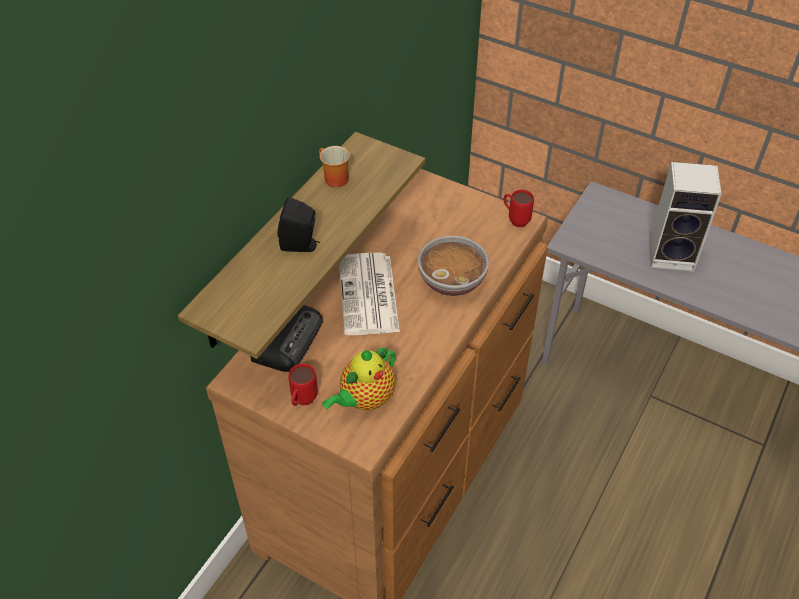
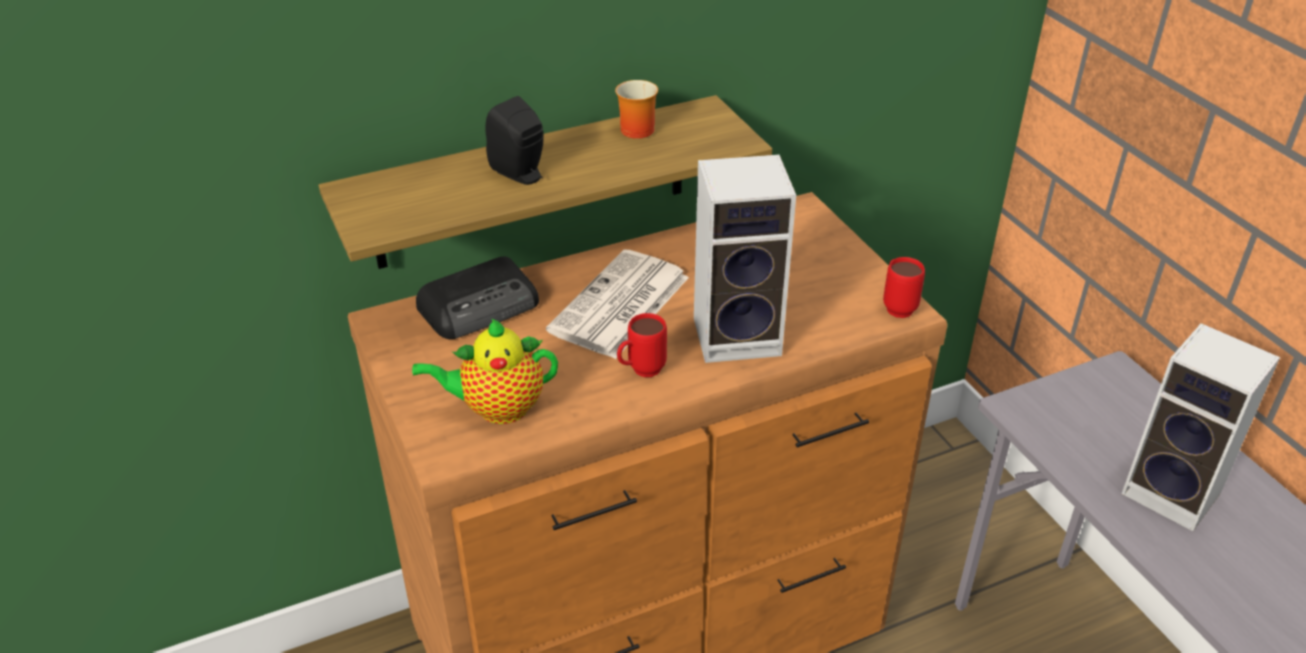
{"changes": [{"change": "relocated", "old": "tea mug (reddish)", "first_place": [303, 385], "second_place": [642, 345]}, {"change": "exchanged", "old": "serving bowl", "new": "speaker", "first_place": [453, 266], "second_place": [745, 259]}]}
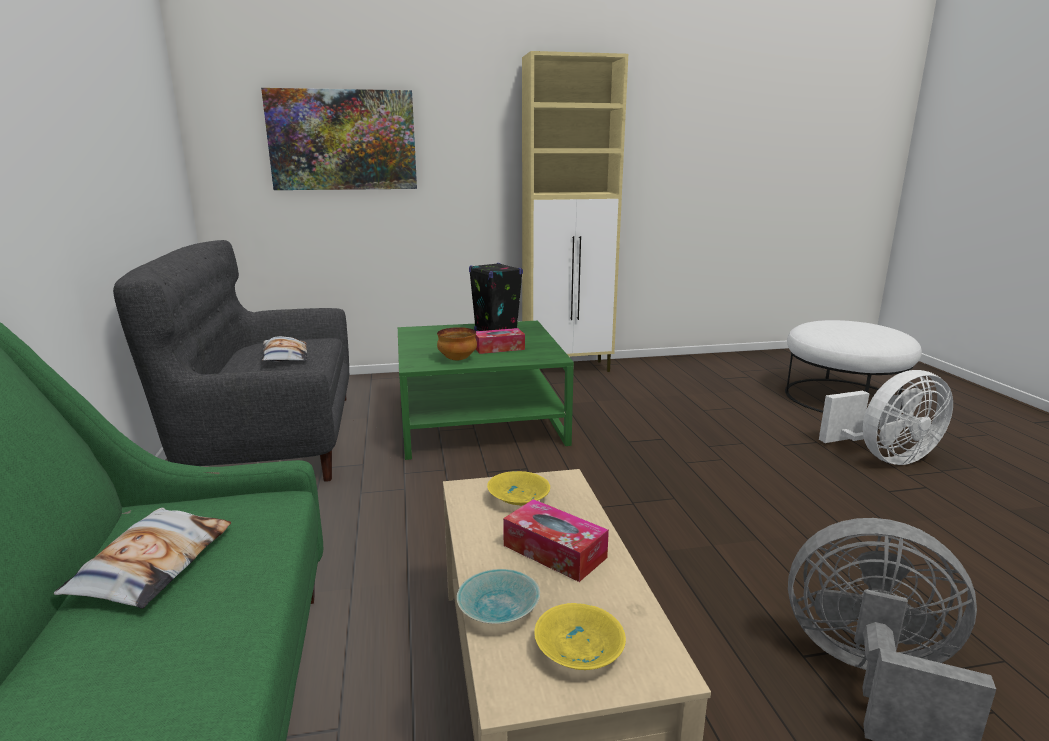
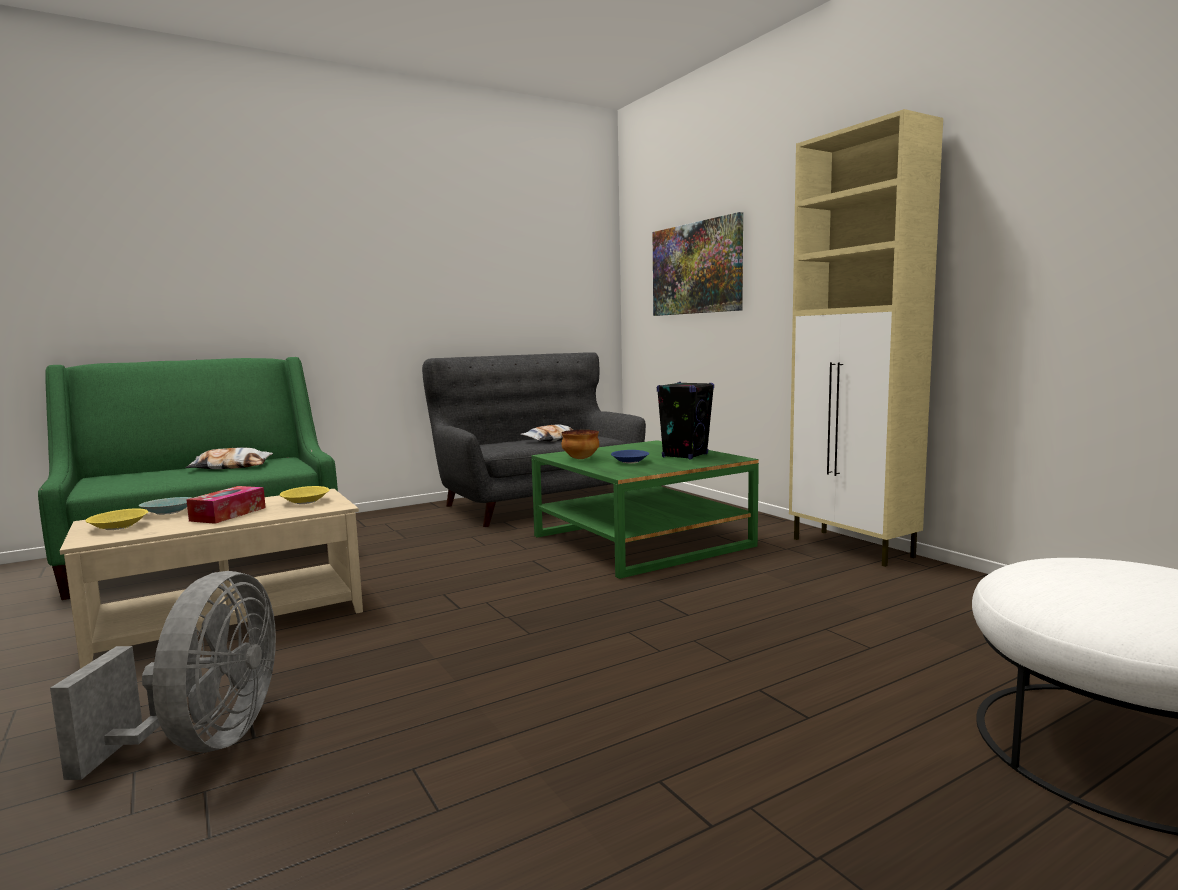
{"changes": [{"change": "exchanged", "old": "box of tissues", "new": "serving bowl (bluish)", "first_place": [500, 341], "second_place": [630, 457]}, {"change": "missing", "old": "cooling fan (white)", "first_place": [886, 417]}]}
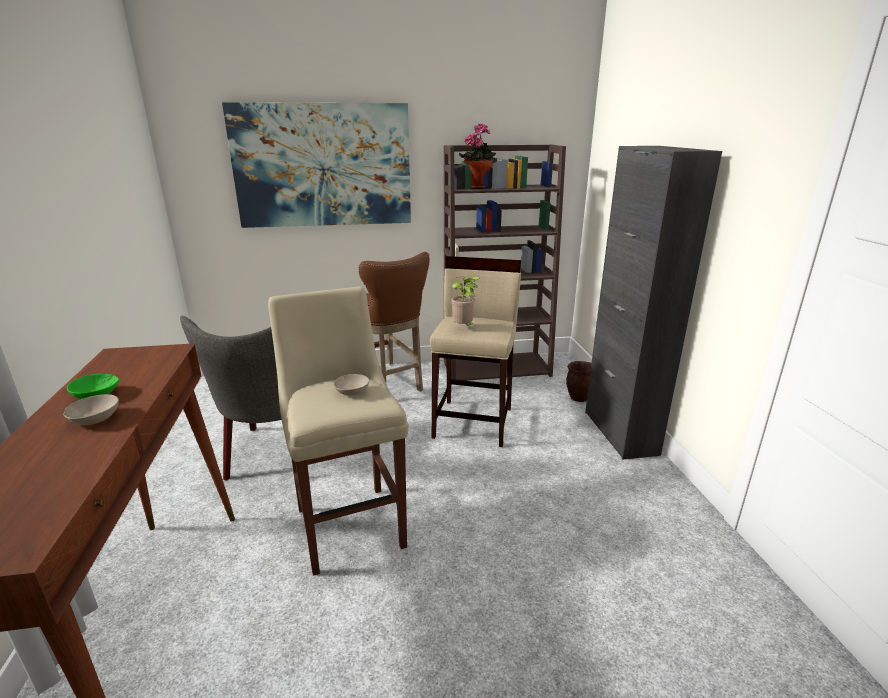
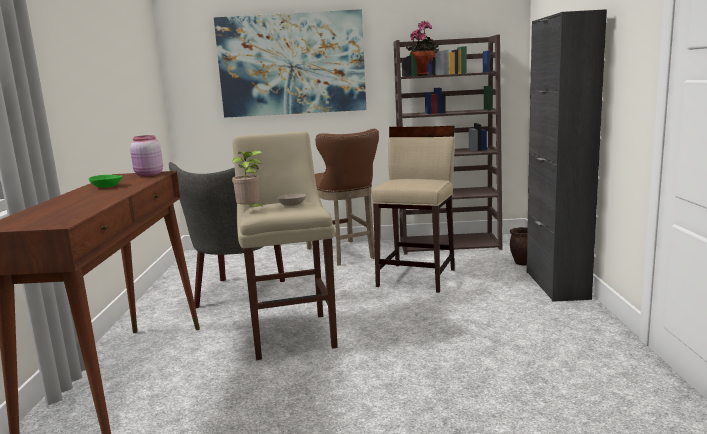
{"changes": [{"change": "missing", "old": "serving bowl (sand-coloured)", "first_place": [91, 409]}, {"change": "relocated", "old": "potted plant", "first_place": [465, 300], "second_place": [247, 179]}, {"change": "appeared", "new": "storage jar (pink-coloured)", "second_place": [146, 156]}]}
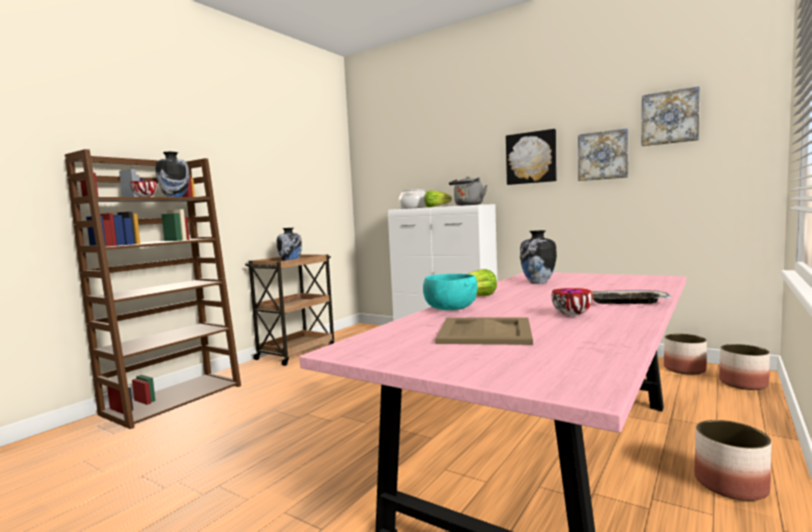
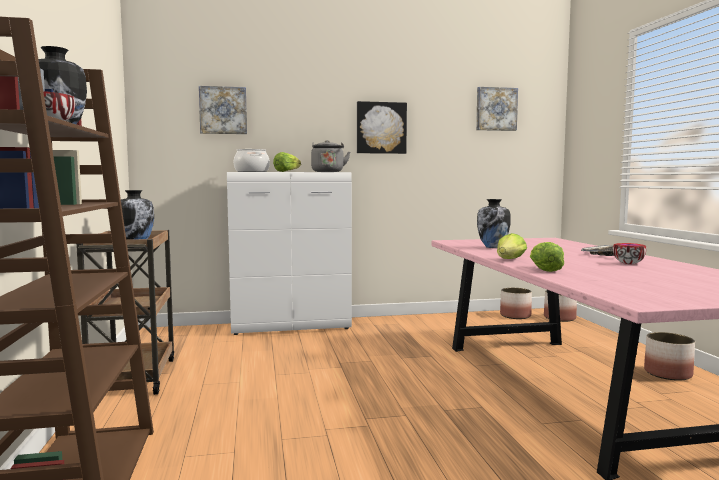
{"changes": [{"change": "exchanged", "old": "serving bowl (blue-green)", "new": "lettuce head", "first_place": [450, 292], "second_place": [547, 257]}, {"change": "missing", "old": "serving tray (sand-coloured)", "first_place": [484, 331]}, {"change": "relocated", "old": "picture", "first_place": [603, 154], "second_place": [223, 110]}]}
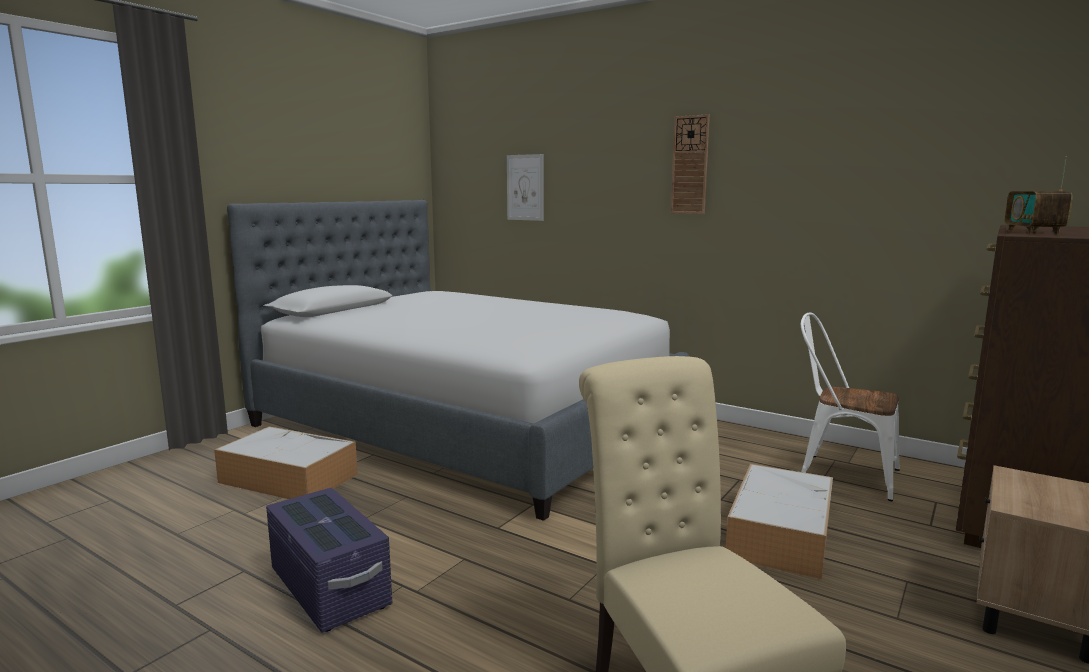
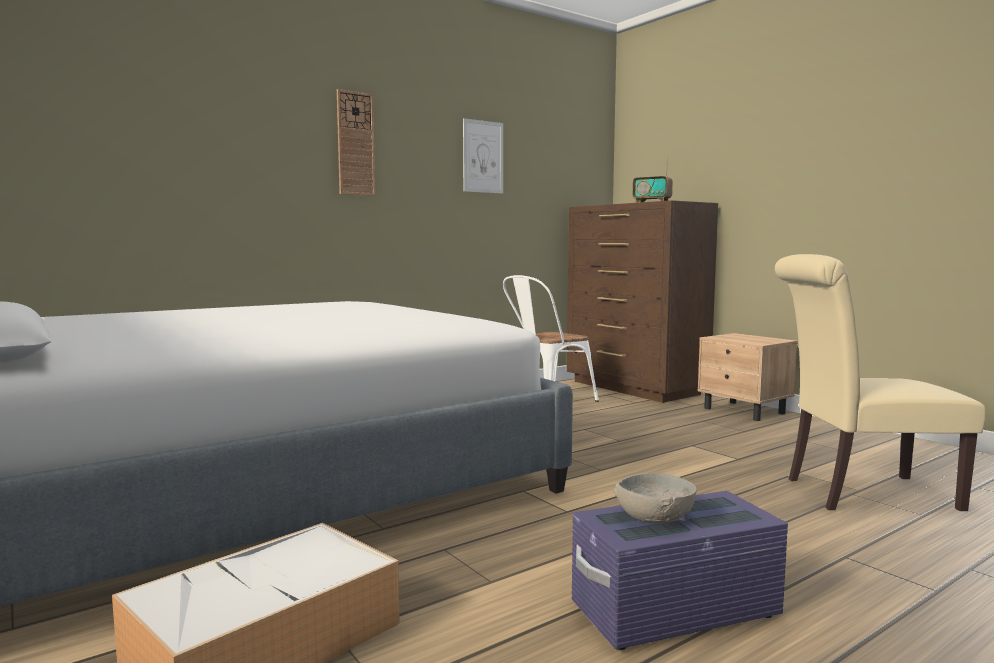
{"changes": [{"change": "relocated", "old": "picture", "first_place": [525, 187], "second_place": [483, 156]}, {"change": "missing", "old": "storage bin", "first_place": [779, 521]}, {"change": "appeared", "new": "serving bowl (gray)", "second_place": [655, 498]}]}
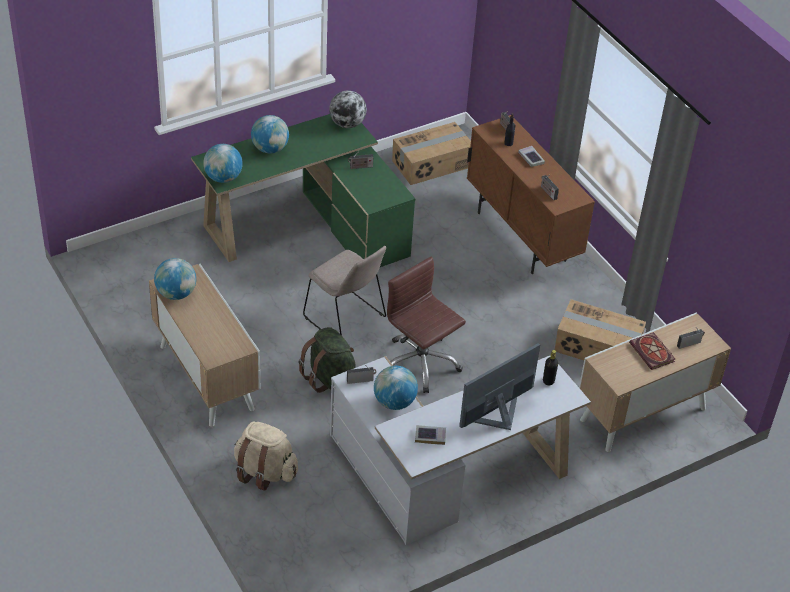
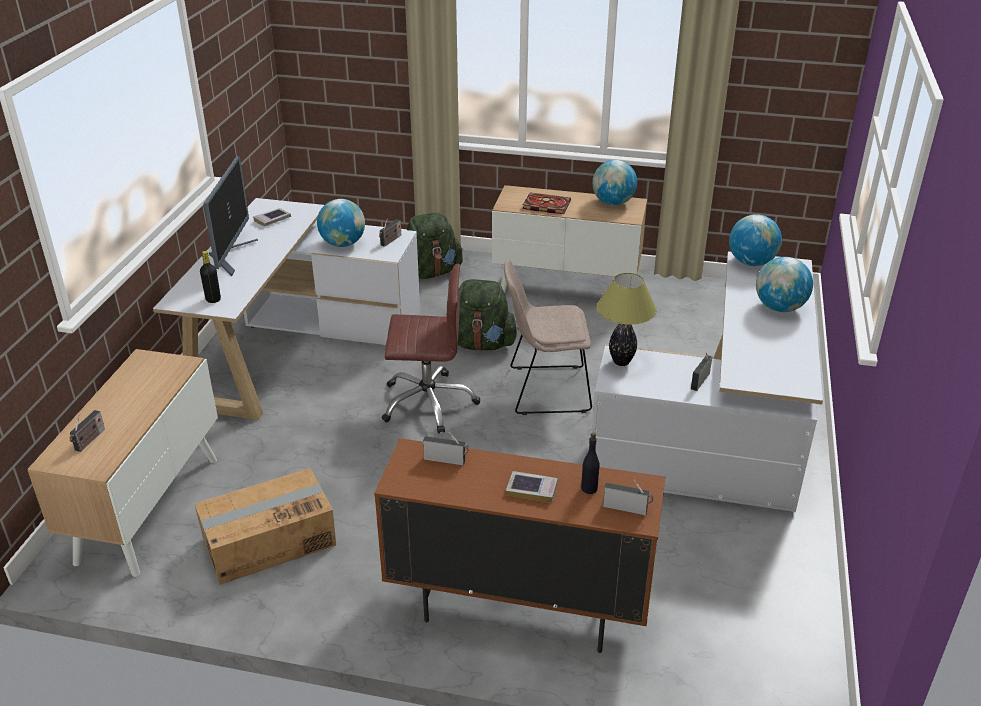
{"changes": [{"change": "colour", "old": "desk (green)", "new": "desk (white)", "first_place": [303, 190], "second_place": [707, 381]}, {"change": "colour", "old": "rucksack (sand-coloured)", "new": "rucksack (green)", "first_place": [266, 456], "second_place": [435, 246]}, {"change": "missing", "old": "world globe", "first_place": [348, 109]}, {"change": "missing", "old": "packing box", "first_place": [431, 153]}, {"change": "relocated", "old": "volume", "first_place": [652, 351], "second_place": [546, 203]}, {"change": "appeared", "new": "lamp for a table", "second_place": [627, 319]}]}
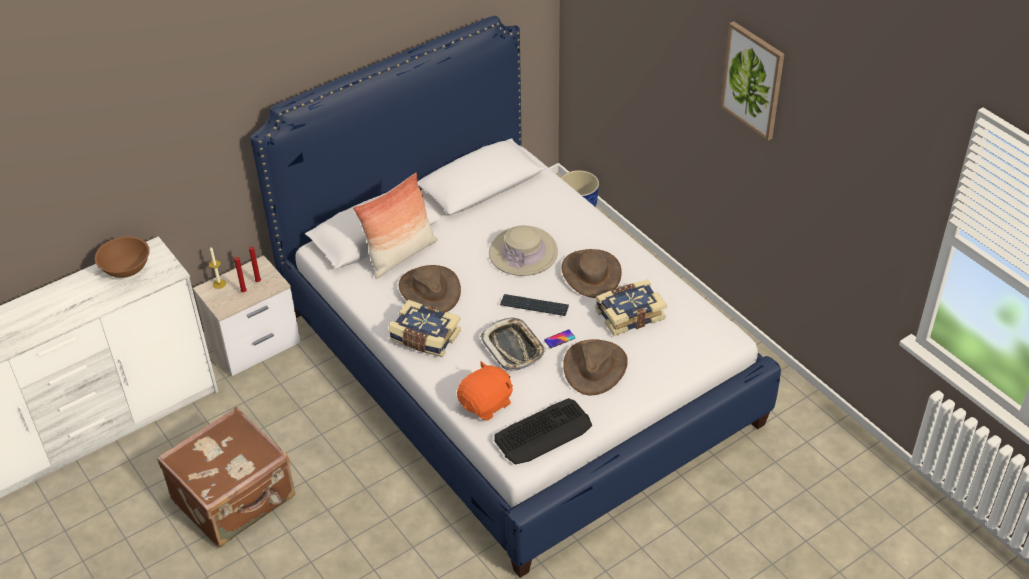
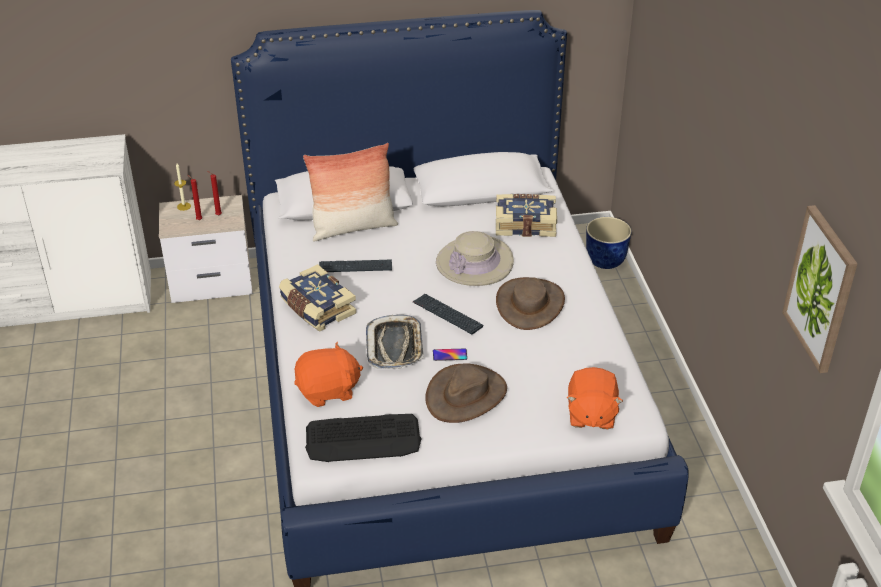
{"changes": [{"change": "missing", "old": "serving bowl (brown)", "first_place": [122, 257]}, {"change": "missing", "old": "travel case (brown)", "first_place": [226, 477]}, {"change": "exchanged", "old": "hat (brown)", "new": "computer keyboard", "first_place": [430, 289], "second_place": [355, 265]}, {"change": "relocated", "old": "volume", "first_place": [631, 308], "second_place": [526, 215]}, {"change": "relocated", "old": "picture", "first_place": [752, 81], "second_place": [820, 289]}, {"change": "appeared", "new": "soft toy (orange)", "second_place": [595, 398]}]}
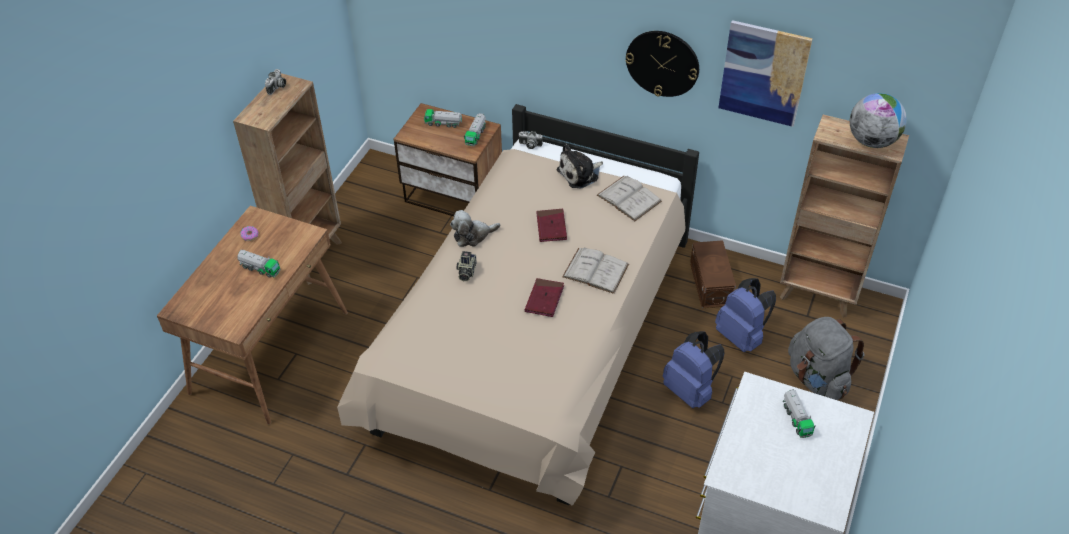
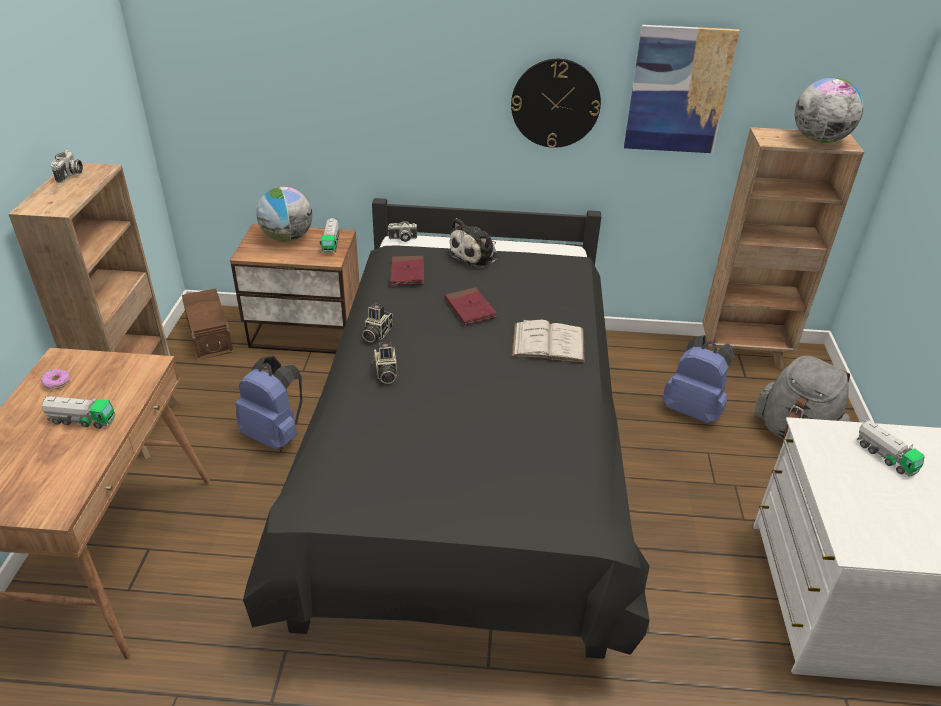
{"changes": [{"change": "colour", "old": "bedroom bed (sand-coloured)", "new": "bedroom bed (black-coloured)", "first_place": [518, 305], "second_place": [446, 428]}, {"change": "exchanged", "old": "toy truck", "new": "world globe", "first_place": [443, 118], "second_place": [284, 214]}, {"change": "exchanged", "old": "soft toy", "new": "photo camera", "first_place": [475, 228], "second_place": [377, 322]}, {"change": "relocated", "old": "volume (reddish)", "first_place": [544, 297], "second_place": [407, 270]}, {"change": "missing", "old": "volume (white)", "first_place": [629, 198]}, {"change": "relocated", "old": "rucksack (bluish)", "first_place": [694, 369], "second_place": [268, 403]}, {"change": "relocated", "old": "storage bin (brown)", "first_place": [713, 274], "second_place": [207, 324]}]}
